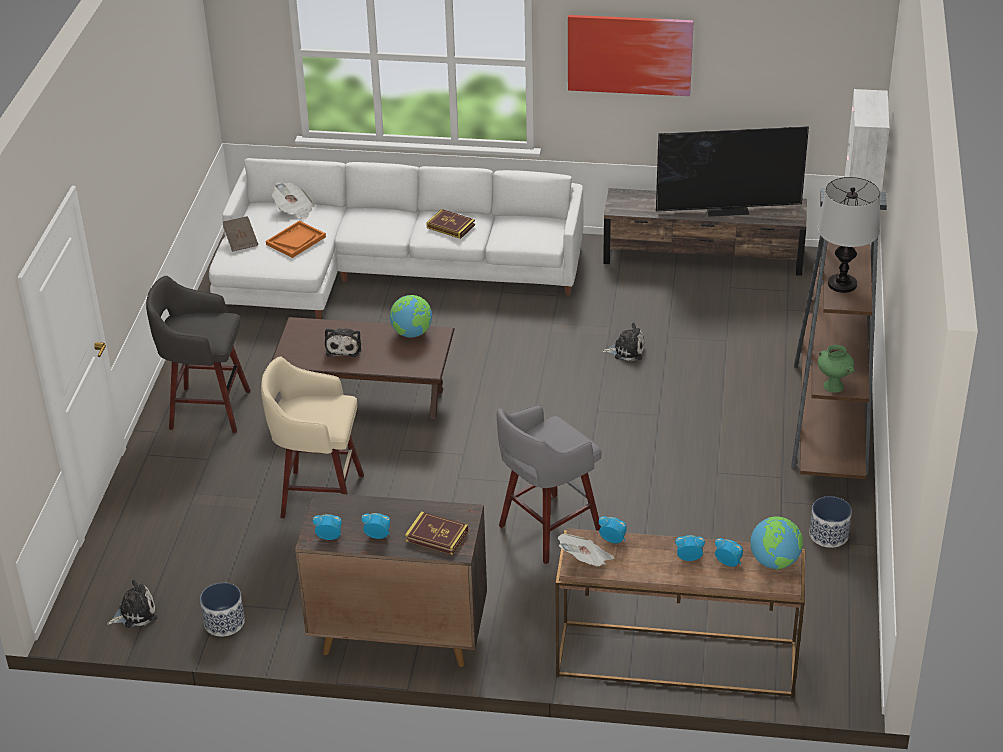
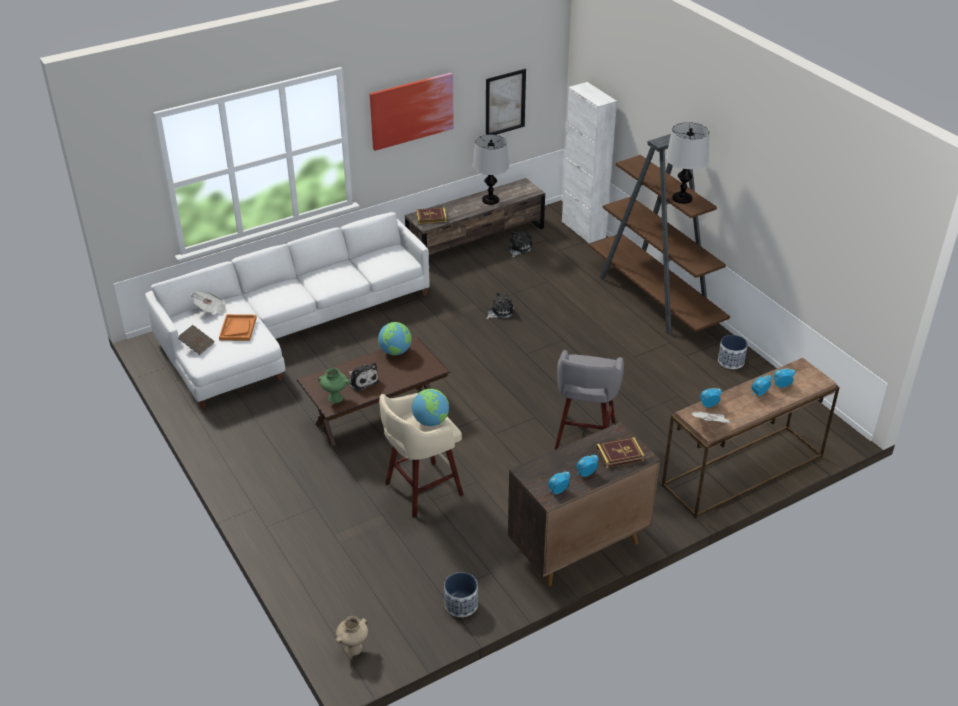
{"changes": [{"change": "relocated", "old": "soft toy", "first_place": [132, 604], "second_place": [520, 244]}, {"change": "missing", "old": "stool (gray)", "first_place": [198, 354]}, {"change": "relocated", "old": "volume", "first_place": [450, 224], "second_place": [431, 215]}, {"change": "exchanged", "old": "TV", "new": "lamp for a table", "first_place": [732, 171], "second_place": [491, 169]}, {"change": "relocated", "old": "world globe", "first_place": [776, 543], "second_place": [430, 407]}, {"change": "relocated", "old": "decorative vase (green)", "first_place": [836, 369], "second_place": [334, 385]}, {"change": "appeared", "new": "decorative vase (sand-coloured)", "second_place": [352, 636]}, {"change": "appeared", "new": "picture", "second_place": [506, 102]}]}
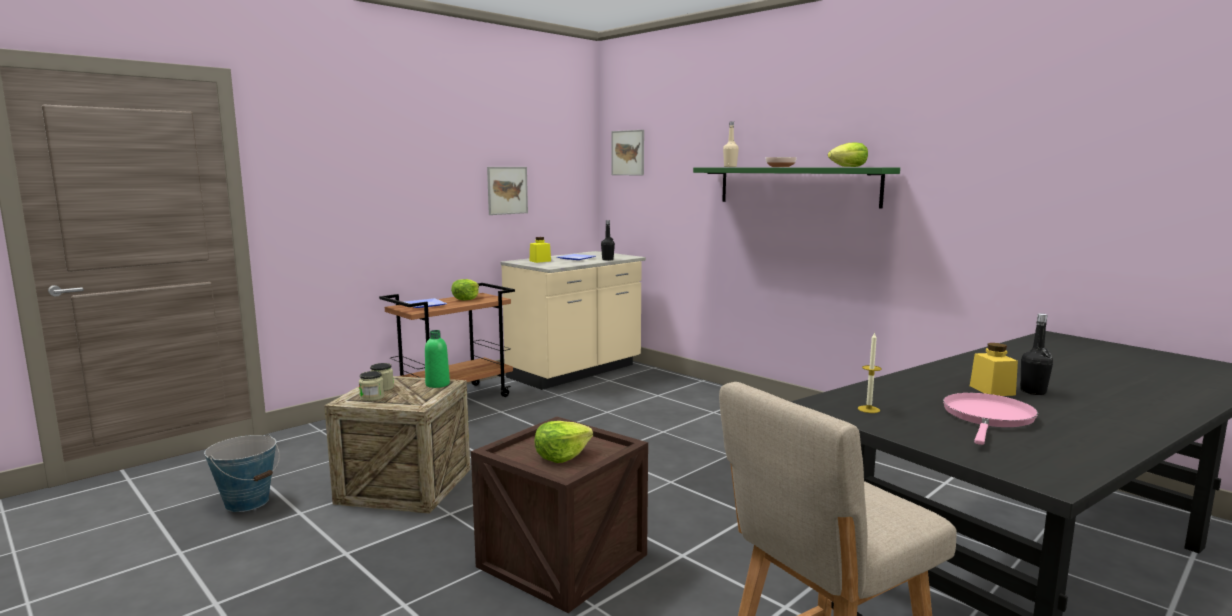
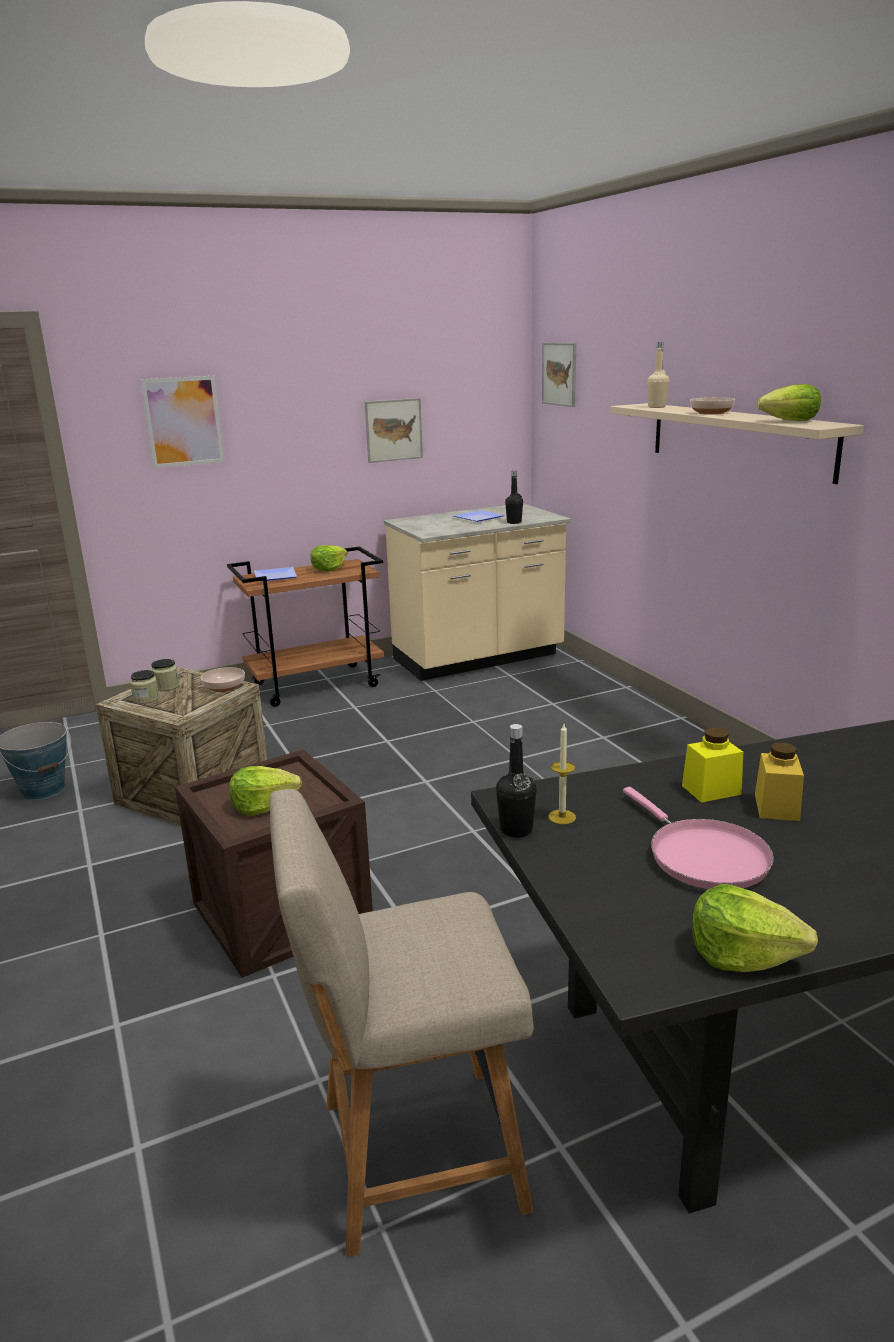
{"changes": [{"change": "exchanged", "old": "beverage bottle (green)", "new": "serving bowl", "first_place": [437, 359], "second_place": [223, 679]}, {"change": "relocated", "old": "storage jar (yellow-coloured)", "first_place": [540, 250], "second_place": [712, 765]}, {"change": "colour", "old": "bracket shelf (green)", "new": "bracket shelf (sand-coloured)", "first_place": [796, 187], "second_place": [737, 443]}, {"change": "spun", "old": "skillet (pink-coloured)", "first_place": [990, 419], "second_place": [698, 838], "degrees": 105}, {"change": "relocated", "old": "beverage bottle (black-coloured)", "first_place": [1036, 354], "second_place": [516, 781]}, {"change": "appeared", "new": "picture", "second_place": [183, 422]}, {"change": "appeared", "new": "lettuce head", "second_place": [755, 928]}]}
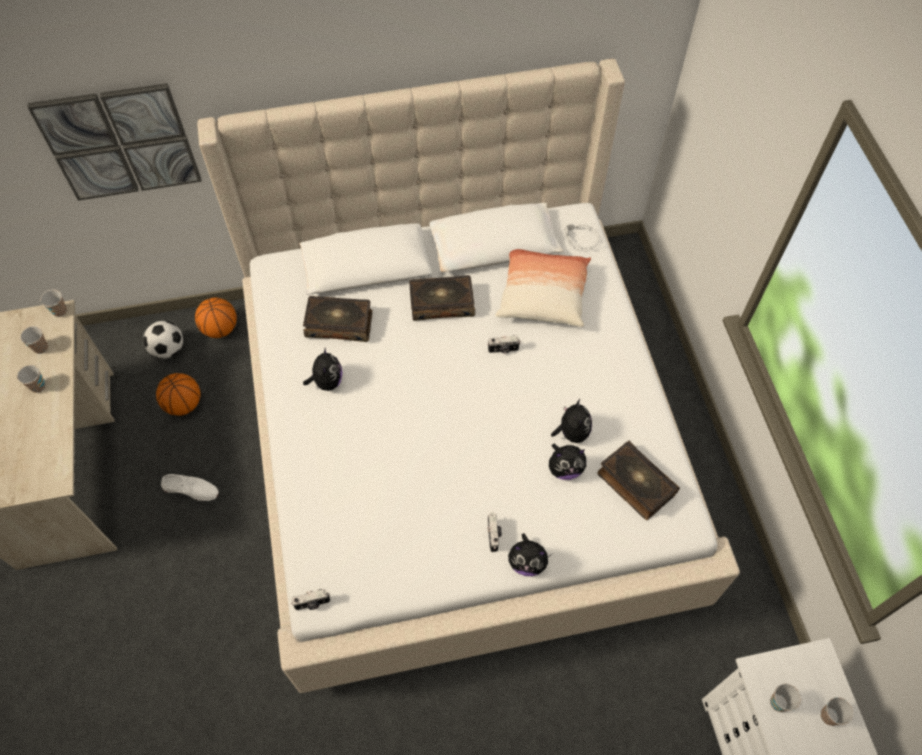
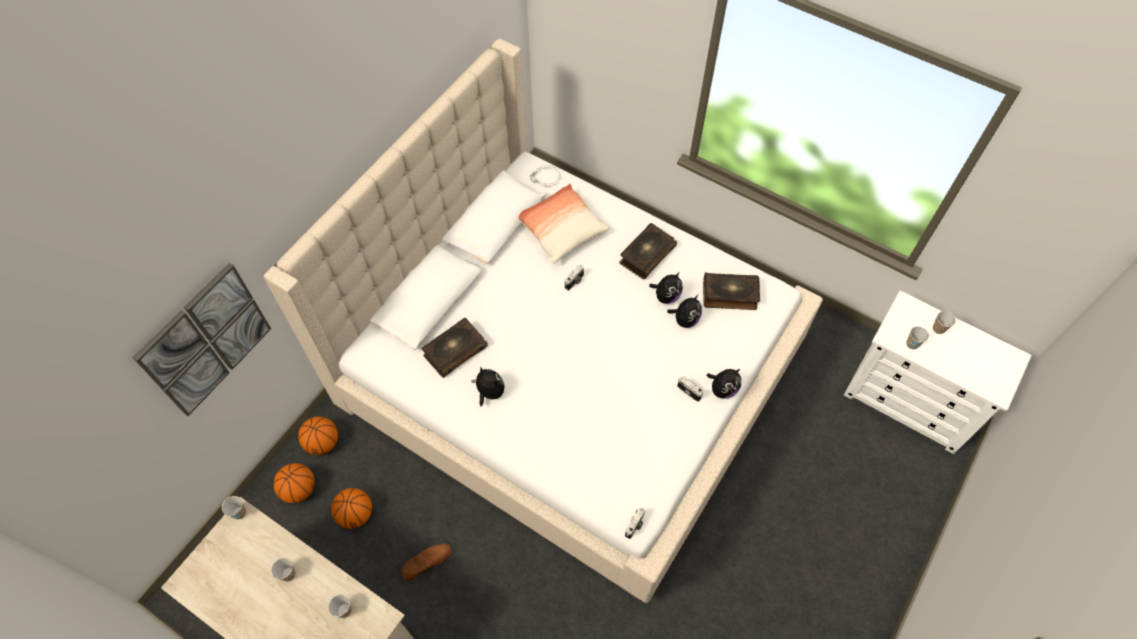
{"changes": [{"change": "relocated", "old": "small cup", "first_place": [34, 340], "second_place": [339, 606]}, {"change": "exchanged", "old": "ball for football", "new": "ball for basketball", "first_place": [163, 340], "second_place": [294, 483]}, {"change": "colour", "old": "item of footwear (white)", "new": "item of footwear (brown)", "first_place": [190, 487], "second_place": [426, 562]}, {"change": "relocated", "old": "volume", "first_place": [442, 298], "second_place": [648, 251]}, {"change": "spun", "old": "soft toy", "first_place": [571, 421], "second_place": [666, 288], "degrees": 90}]}
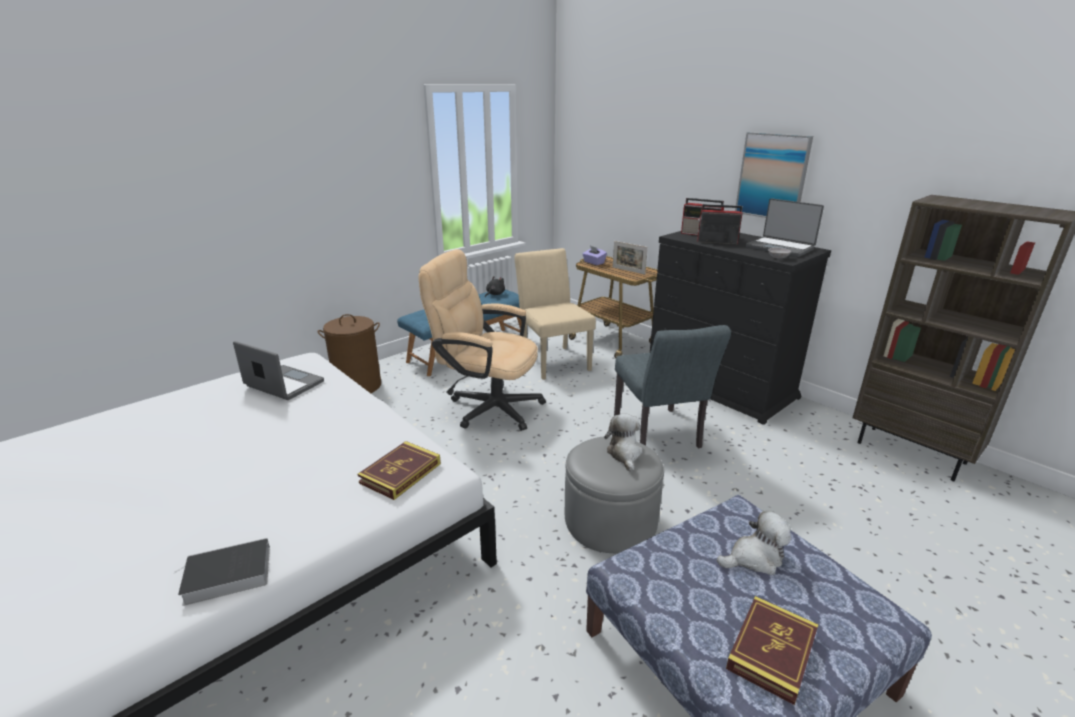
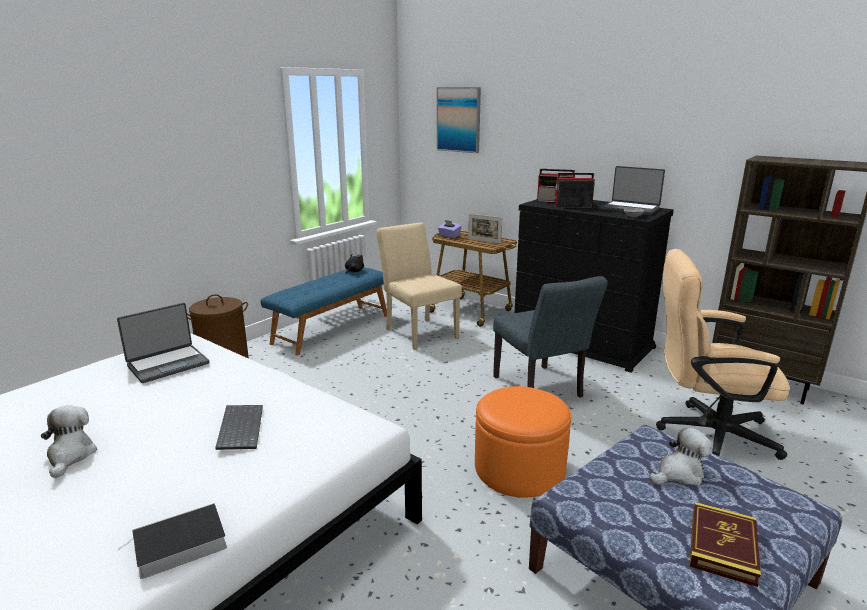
{"changes": [{"change": "spun", "old": "laptop", "first_place": [278, 370], "second_place": [163, 343], "degrees": 120}, {"change": "missing", "old": "volume", "first_place": [399, 470]}, {"change": "relocated", "old": "desk chair (sand-coloured)", "first_place": [482, 340], "second_place": [723, 354]}, {"change": "colour", "old": "footrest (gray)", "new": "footrest (orange)", "first_place": [614, 494], "second_place": [523, 442]}, {"change": "relocated", "old": "soft toy", "first_place": [623, 443], "second_place": [69, 441]}, {"change": "relocated", "old": "picture", "first_place": [774, 175], "second_place": [459, 120]}, {"change": "appeared", "new": "computer keyboard", "second_place": [239, 427]}]}
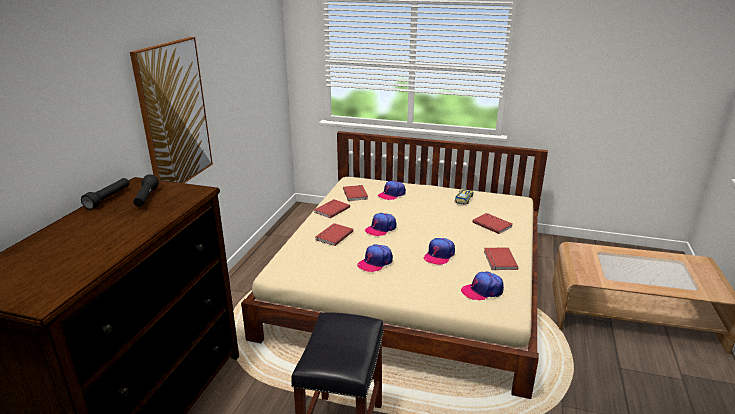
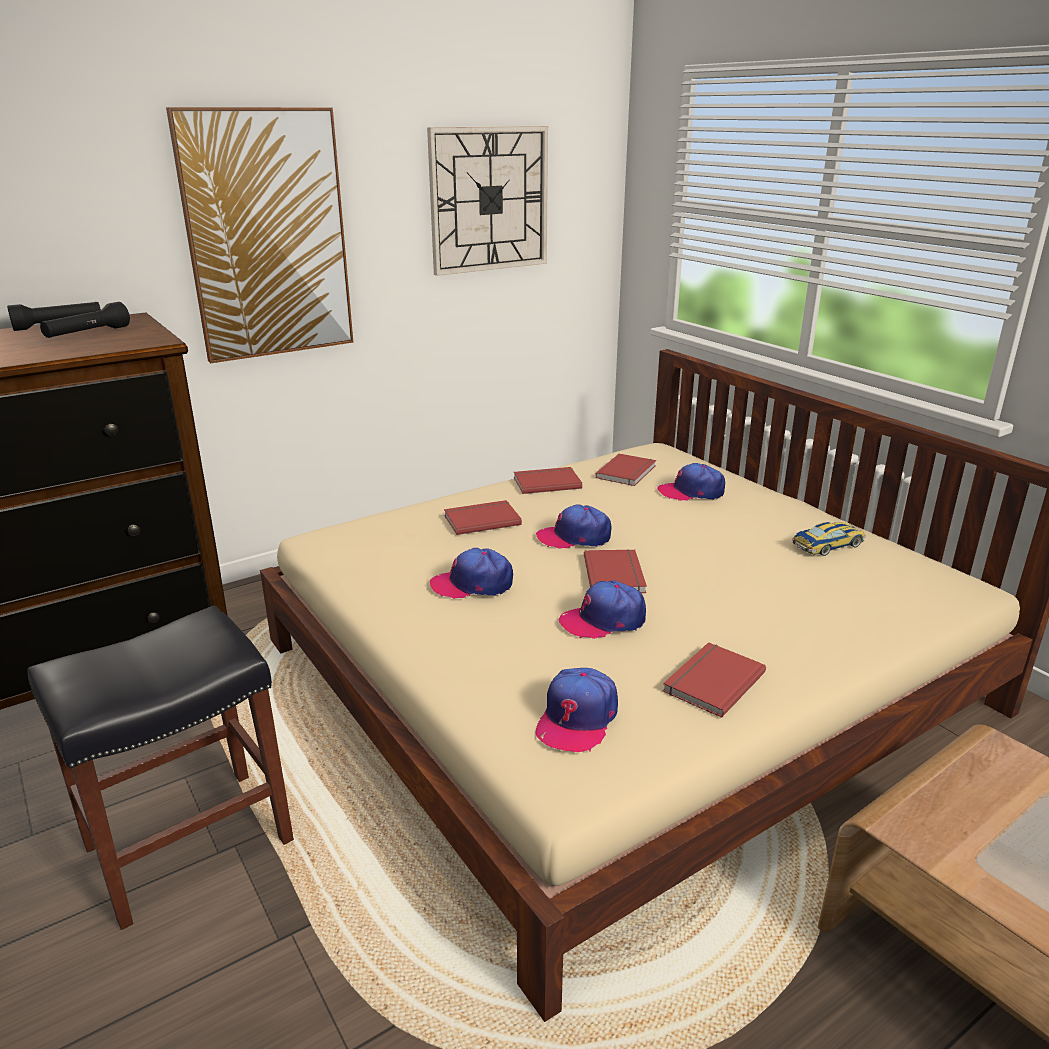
{"changes": [{"change": "spun", "old": "cap", "first_place": [482, 286], "second_place": [576, 710], "degrees": -90}, {"change": "relocated", "old": "volume (reddish)", "first_place": [492, 223], "second_place": [615, 571]}, {"change": "appeared", "new": "clock on the wall", "second_place": [487, 201]}]}
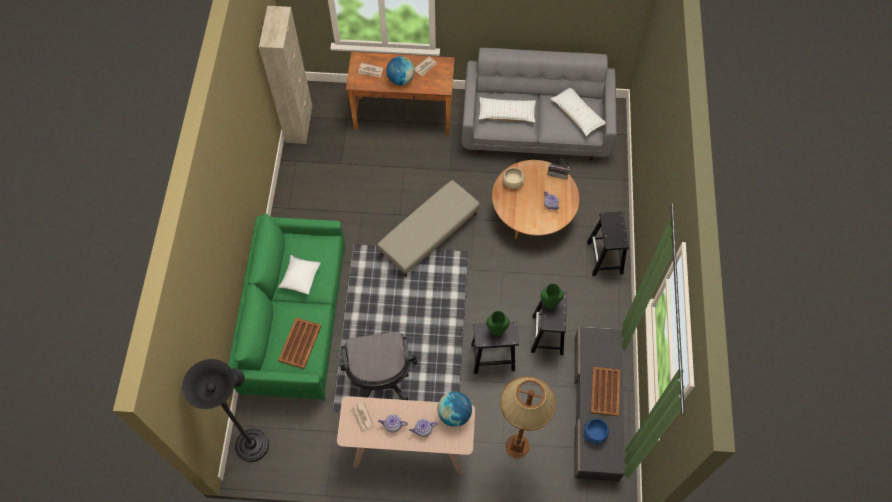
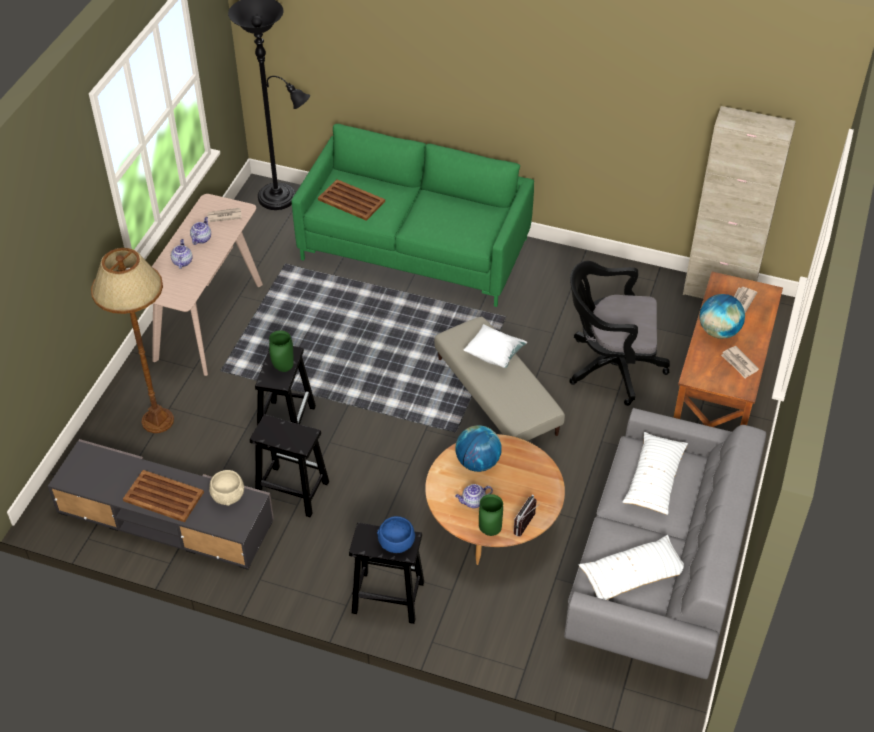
{"changes": [{"change": "relocated", "old": "cushion (white)", "first_place": [299, 274], "second_place": [495, 346]}, {"change": "relocated", "old": "desk chair (black-coloured)", "first_place": [379, 366], "second_place": [620, 333]}, {"change": "relocated", "old": "world globe", "first_place": [454, 409], "second_place": [478, 448]}, {"change": "relocated", "old": "serving bowl (sand-coloured)", "first_place": [514, 178], "second_place": [226, 488]}, {"change": "relocated", "old": "decorative vase (green)", "first_place": [552, 296], "second_place": [491, 515]}, {"change": "relocated", "old": "serving bowl (bluish)", "first_place": [596, 431], "second_place": [396, 534]}]}
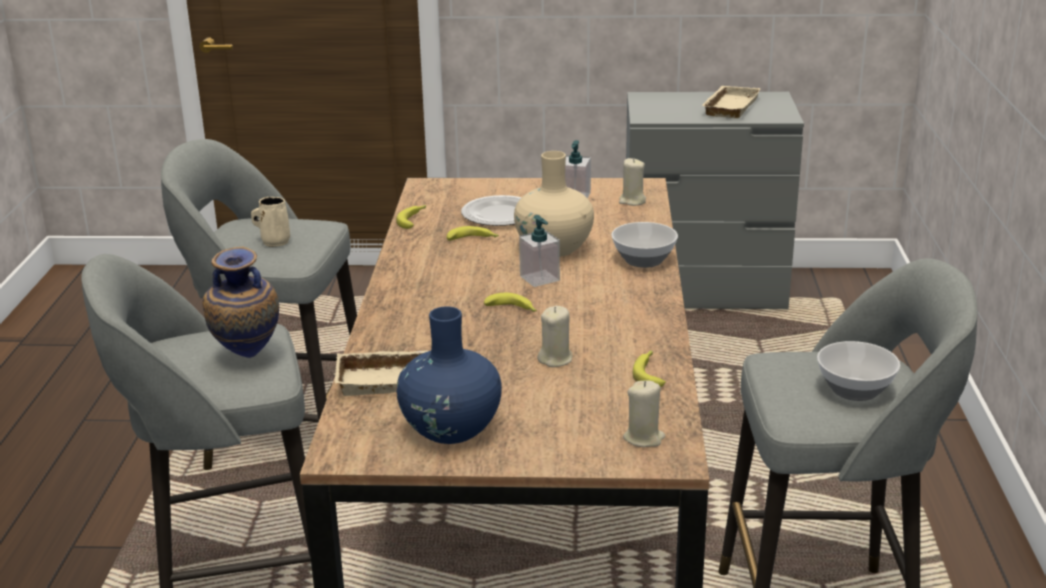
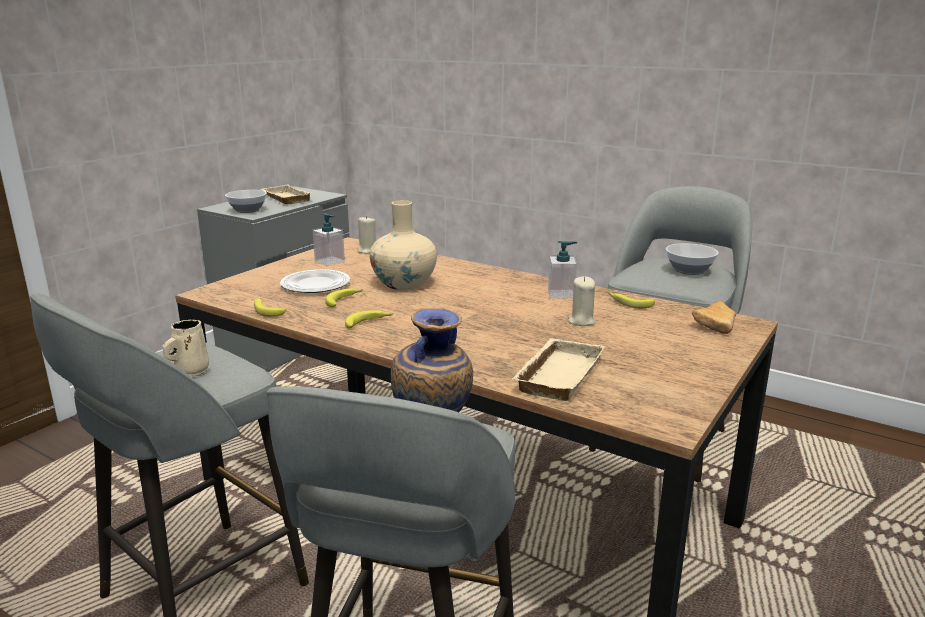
{"changes": [{"change": "missing", "old": "decorative vase (bluish)", "first_place": [449, 375]}, {"change": "relocated", "old": "banana", "first_place": [510, 302], "second_place": [369, 319]}, {"change": "relocated", "old": "liquid soap bottle", "first_place": [539, 251], "second_place": [562, 269]}, {"change": "relocated", "old": "serving bowl", "first_place": [644, 245], "second_place": [246, 201]}, {"change": "exchanged", "old": "candle (sand-coloured)", "new": "baked bread", "first_place": [644, 414], "second_place": [714, 317]}]}
